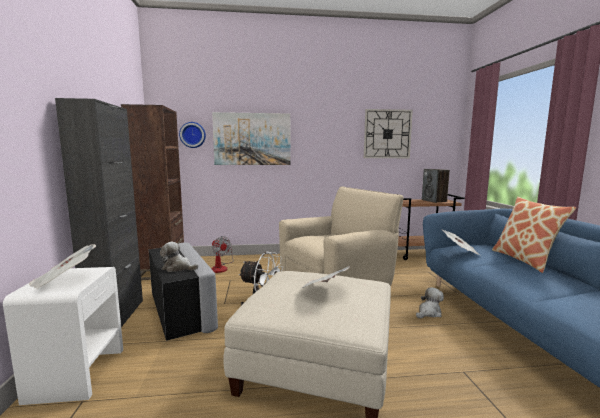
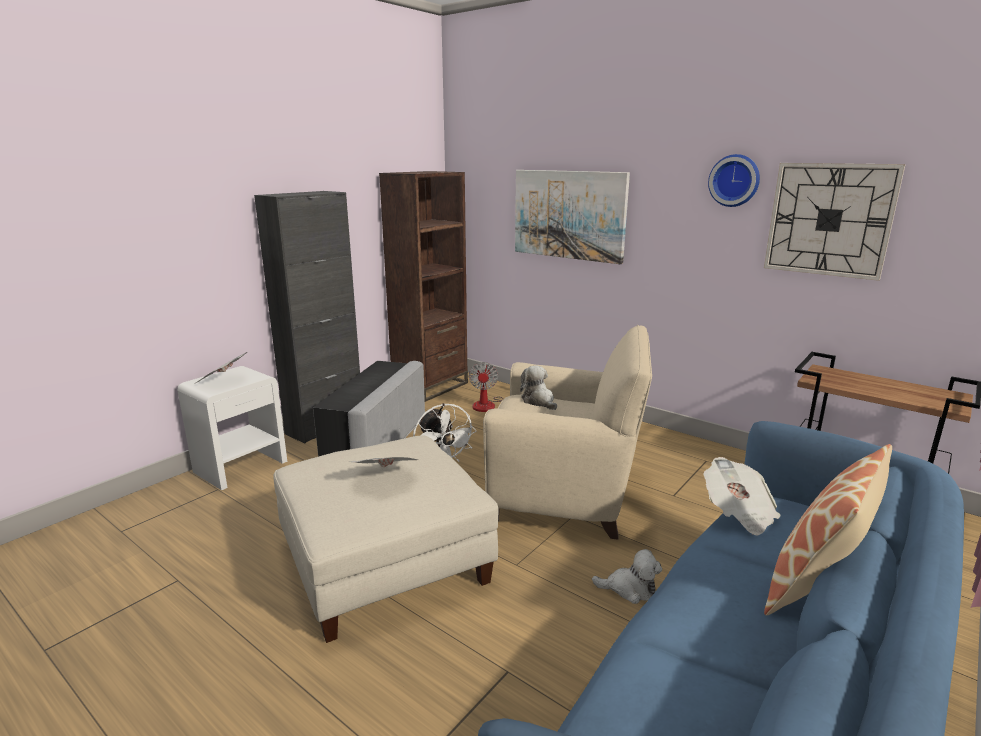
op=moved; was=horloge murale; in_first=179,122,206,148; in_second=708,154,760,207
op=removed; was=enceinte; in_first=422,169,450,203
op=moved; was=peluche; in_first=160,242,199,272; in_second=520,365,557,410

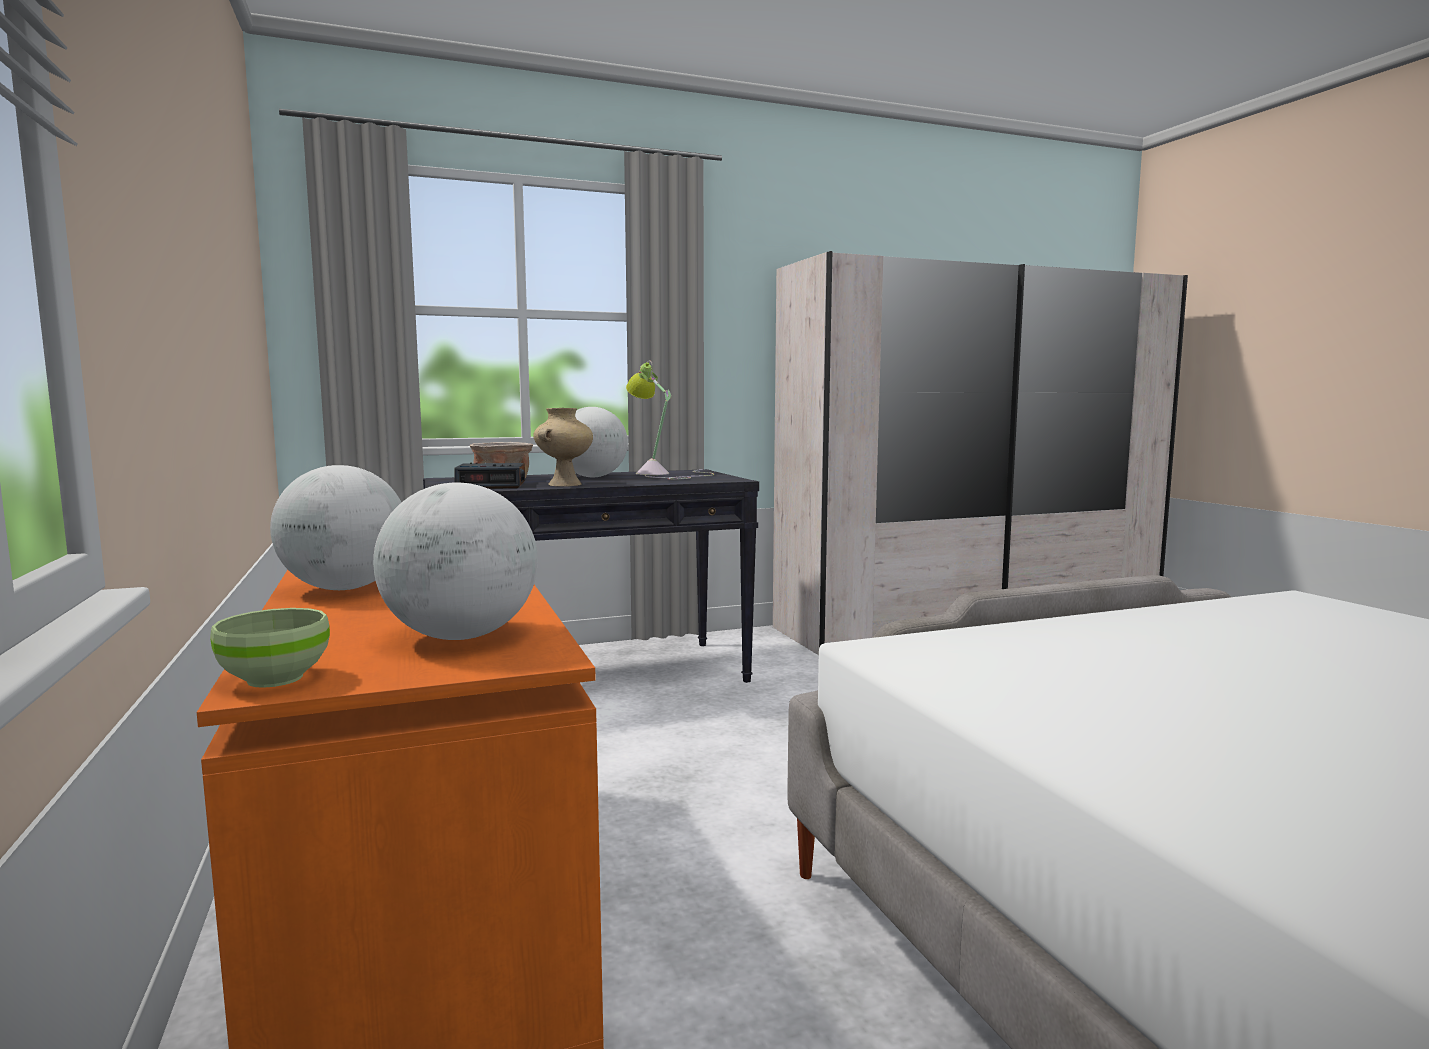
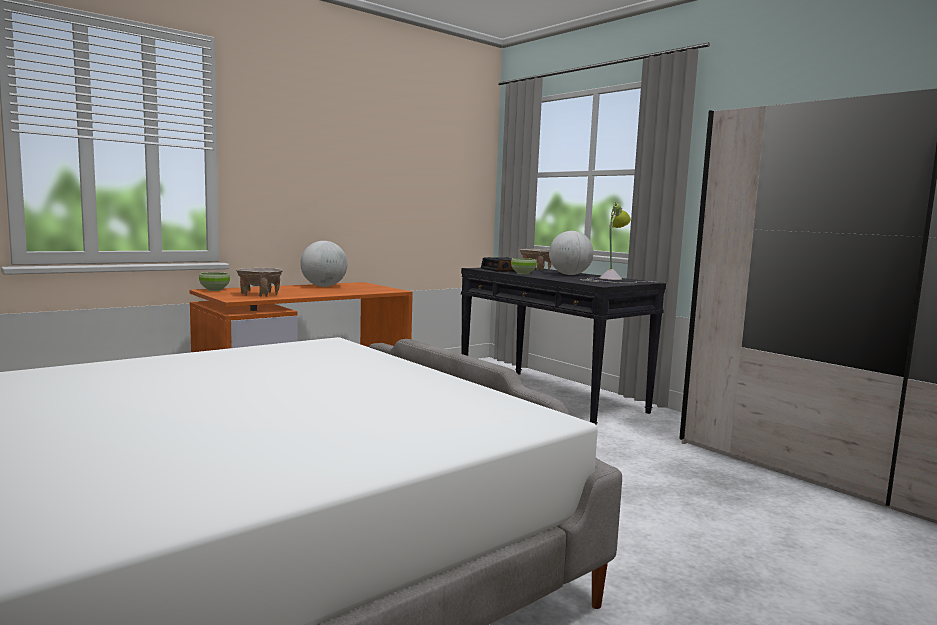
op=replaced; was=vase [beige]; now=bol [vert]; in_first=533,408,593,487; in_second=511,258,537,274
op=replaced; was=globe; now=bol [beige]; in_first=373,482,538,640; in_second=236,267,283,297

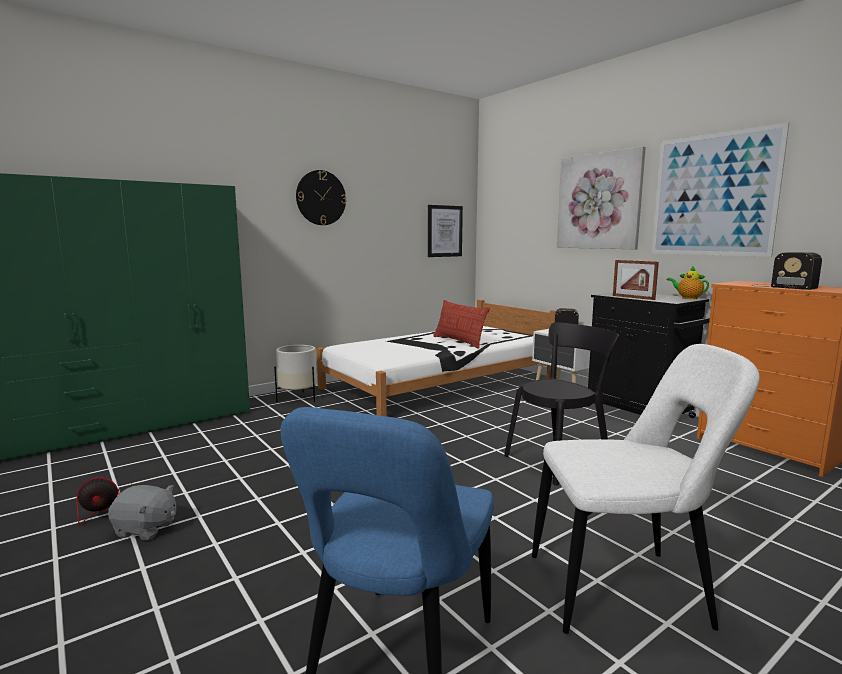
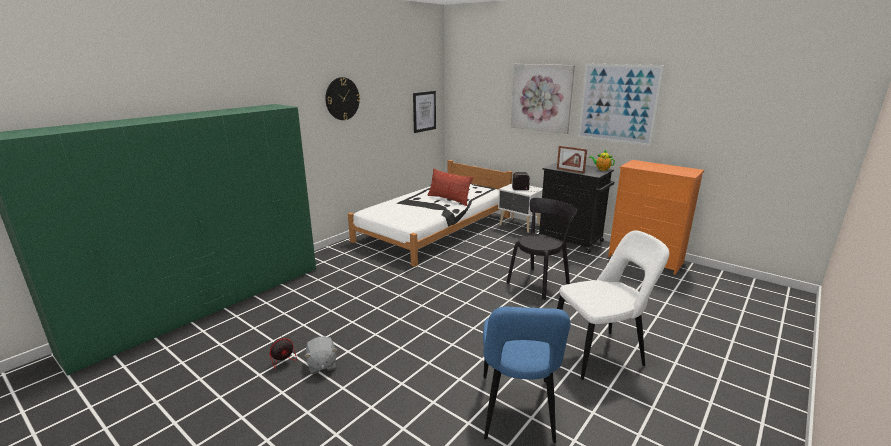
op=removed; was=radio; in_first=752,252,822,290
op=removed; was=cache-pot [blanc]; in_first=274,345,317,402
op=turned; was=peluche [gris]; in_first=108,485,176,540; in_second=304,336,338,374; clockwise=75

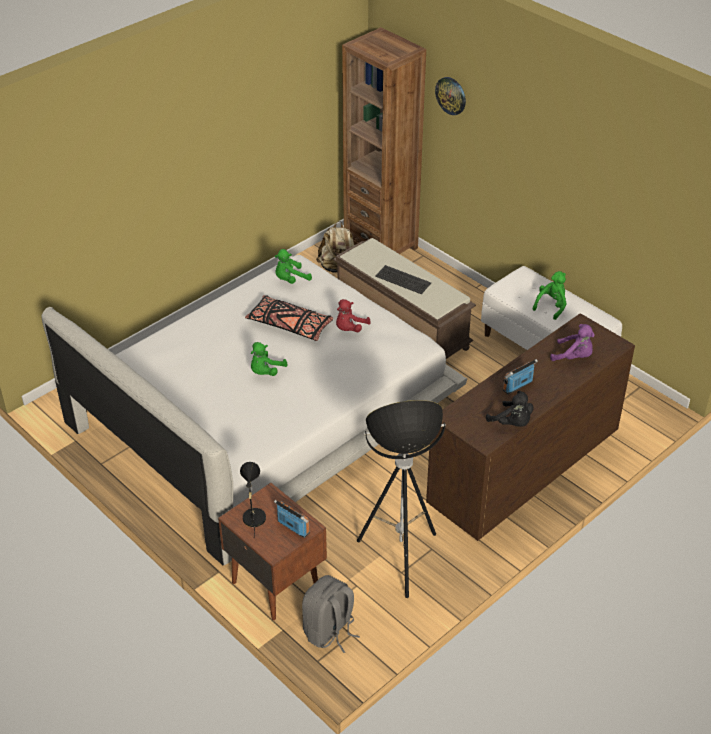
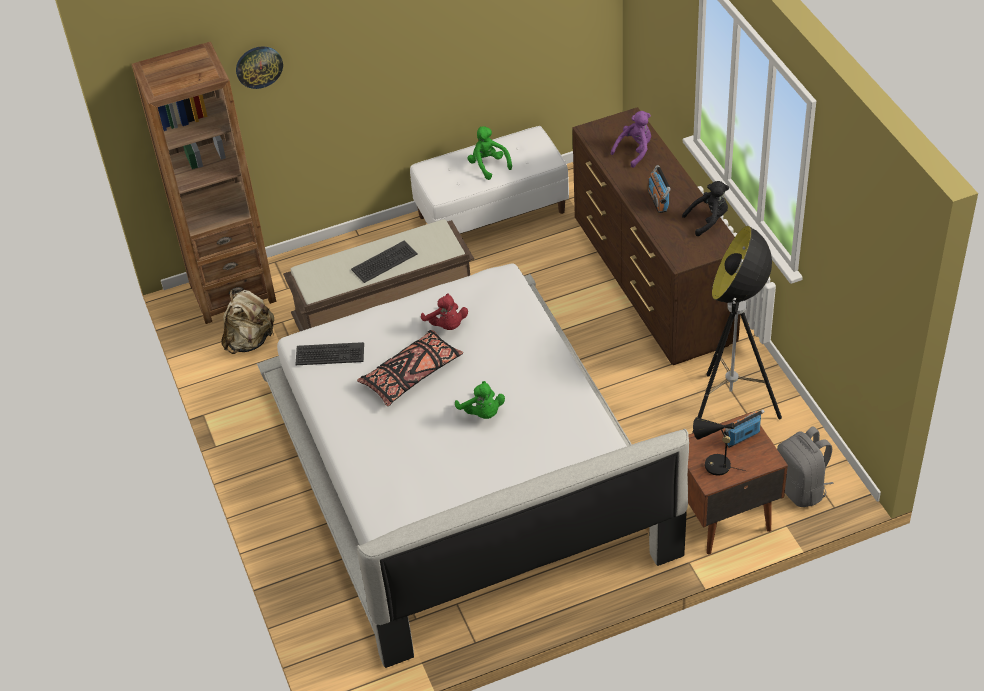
op=replaced; was=peluche [vert]; now=clavier; in_first=275,249,312,284; in_second=295,342,364,365

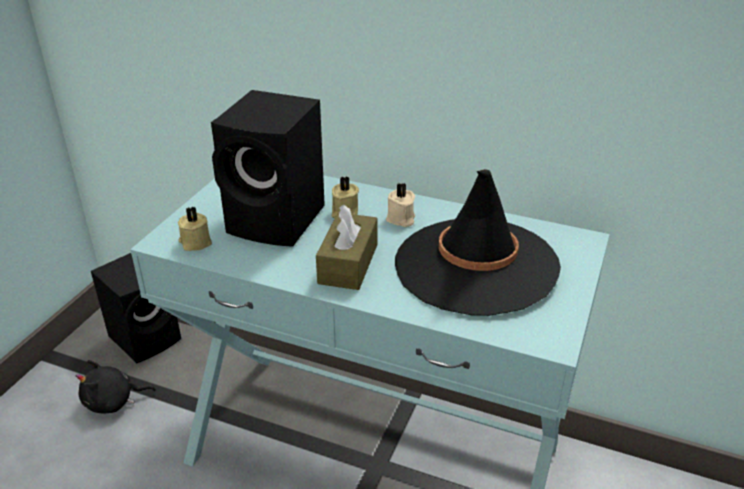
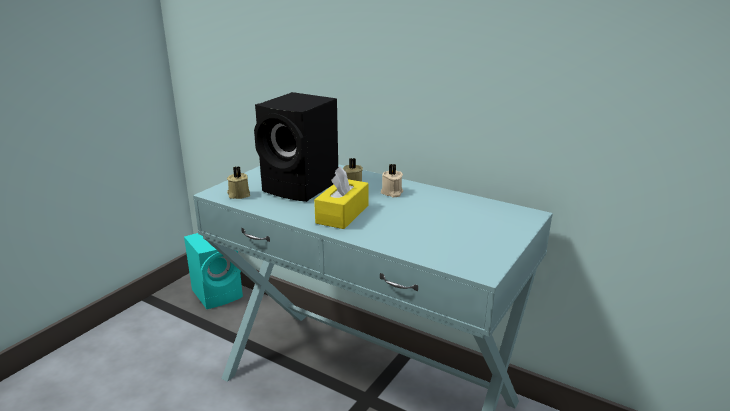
op=removed; was=chapeau [noir]; in_first=395,169,561,316
op=recoloured; was=boîte à mouchoirs [marron]; now=boîte à mouchoirs [jaune]; in_first=316,205,378,290; in_second=314,167,369,229
op=recoloured; was=enceinte [noir]; now=enceinte [turquoise]; in_first=91,253,181,364; in_second=184,233,243,309
op=removed; was=peluche [noir]; in_first=76,360,156,414

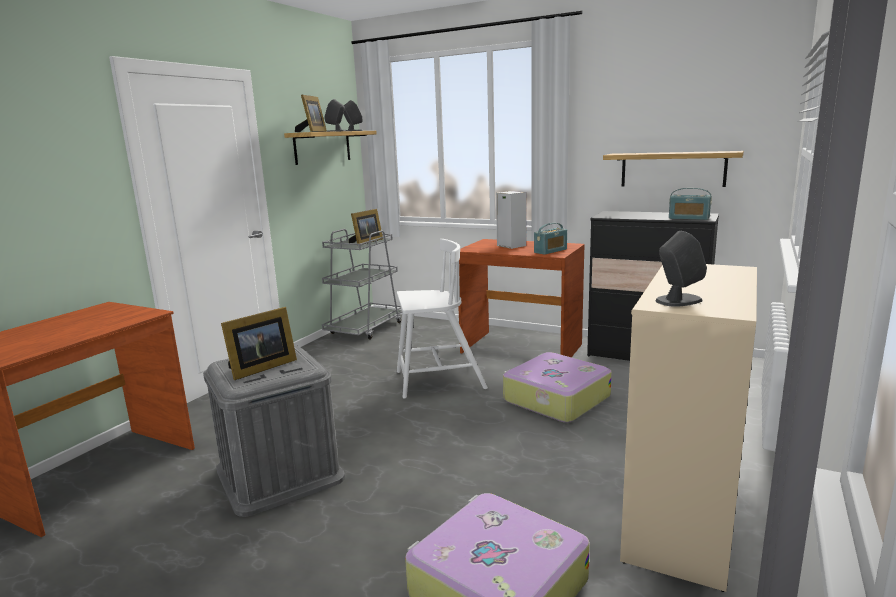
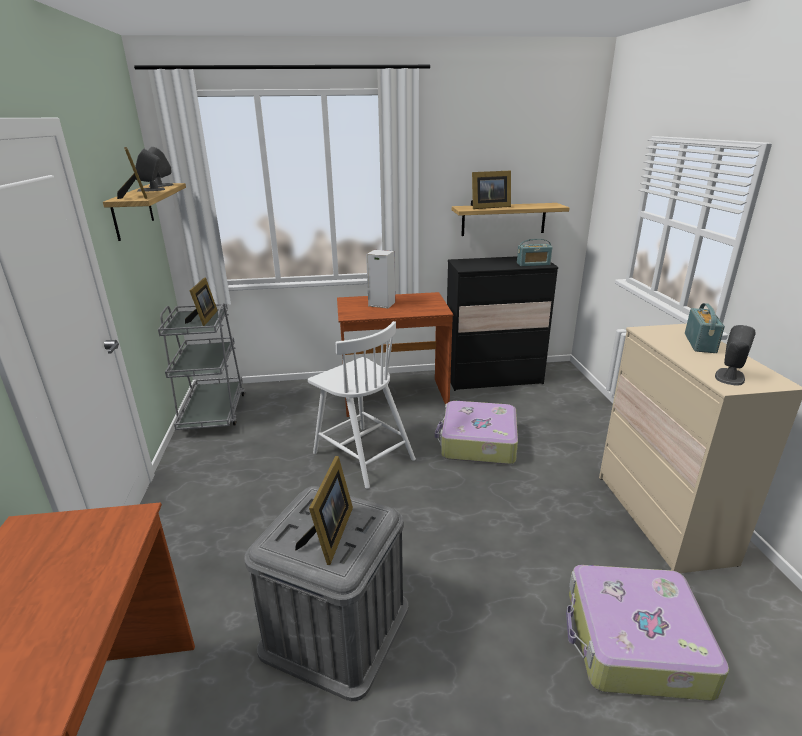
op=moved; was=radio; in_first=534,223,567,255; in_second=685,303,725,353
op=turned; was=chaise [blanc]; in_first=397,239,488,399; in_second=308,321,416,489; clockwise=90
op=added; now=cadre photo; in_second=471,170,511,209

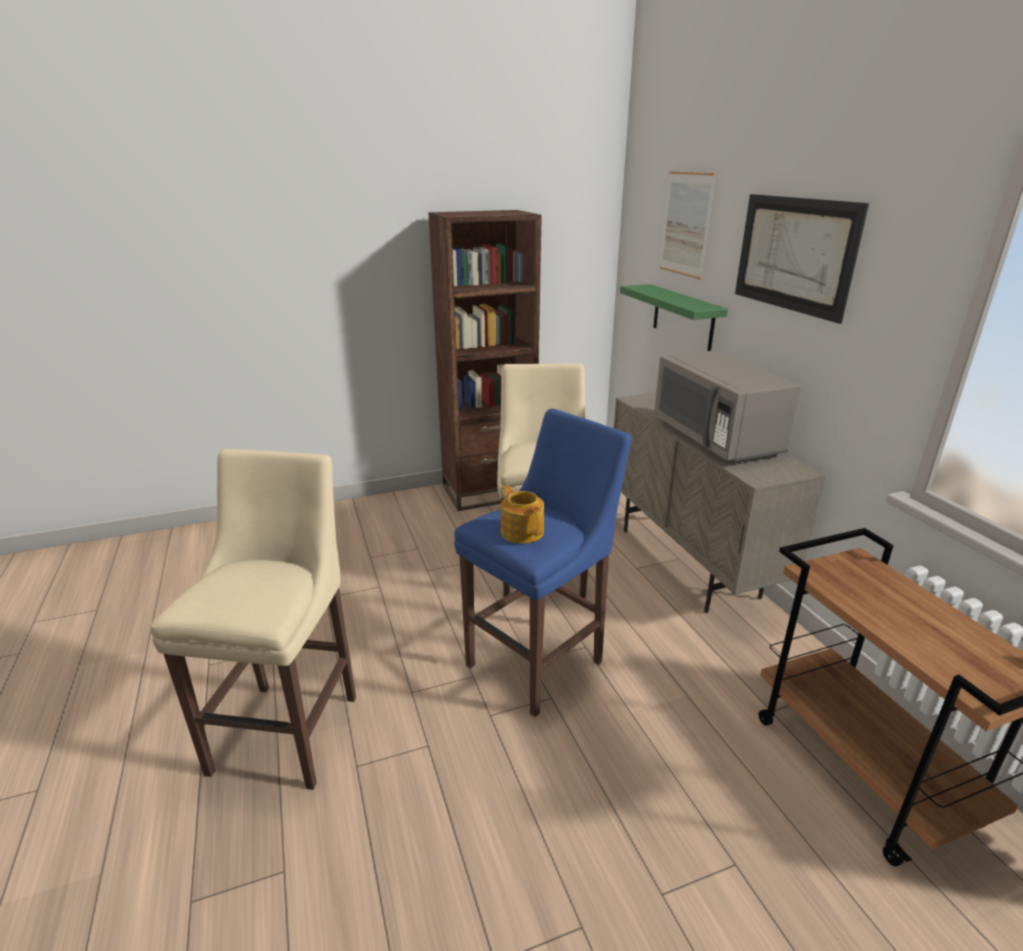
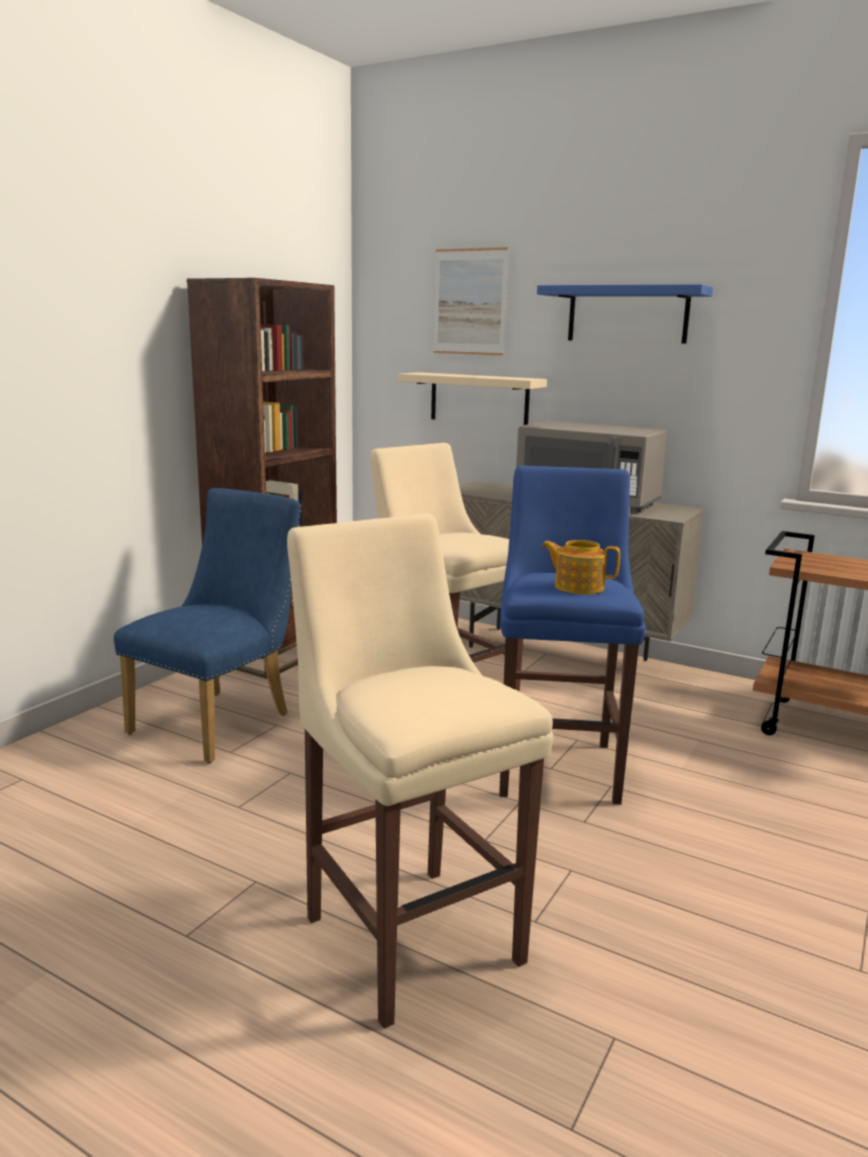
op=replaced; was=tableau; now=étagère [bleu]; in_first=735,194,869,324; in_second=537,284,713,344
op=recoloured; was=étagère [vert]; now=étagère [beige]; in_first=620,284,728,351; in_second=398,372,547,425
op=added; now=chaise [bleu]; in_second=114,488,301,763

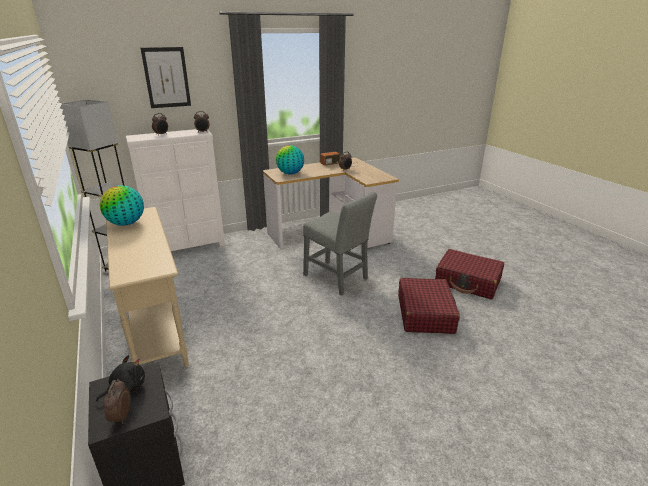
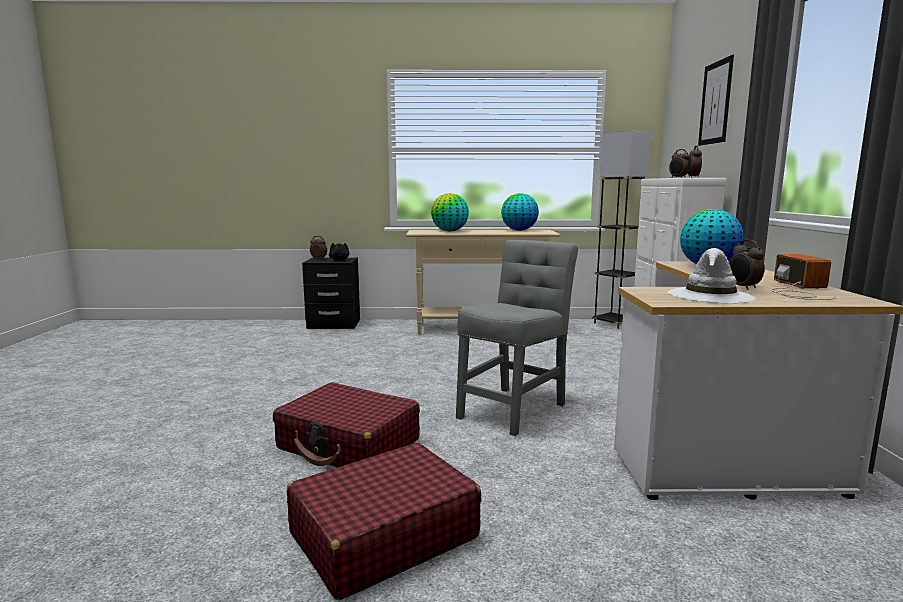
op=turned; was=chaise [gris]; in_first=303,192,377,295; in_second=456,239,578,436; clockwise=150
op=added; now=globe; in_second=431,193,469,231
op=added; now=chapeau [blanc]; in_second=668,248,756,304

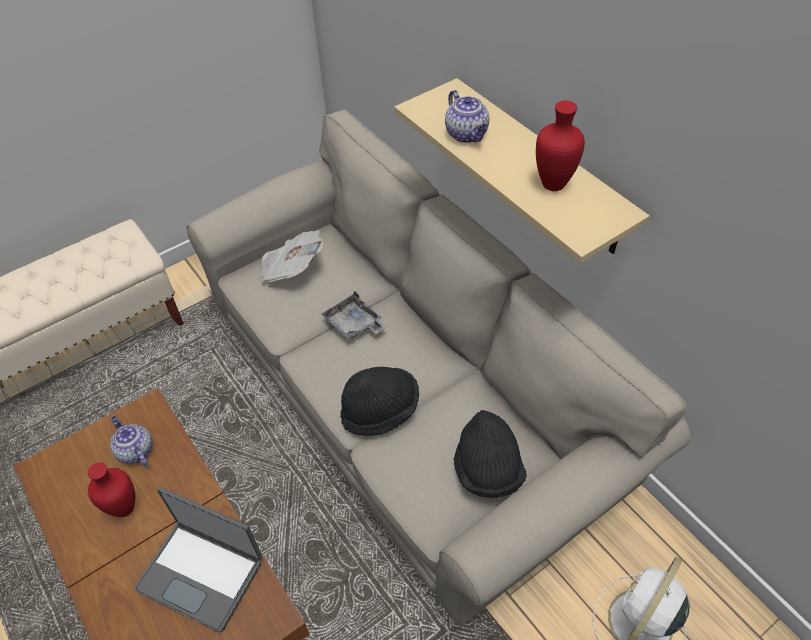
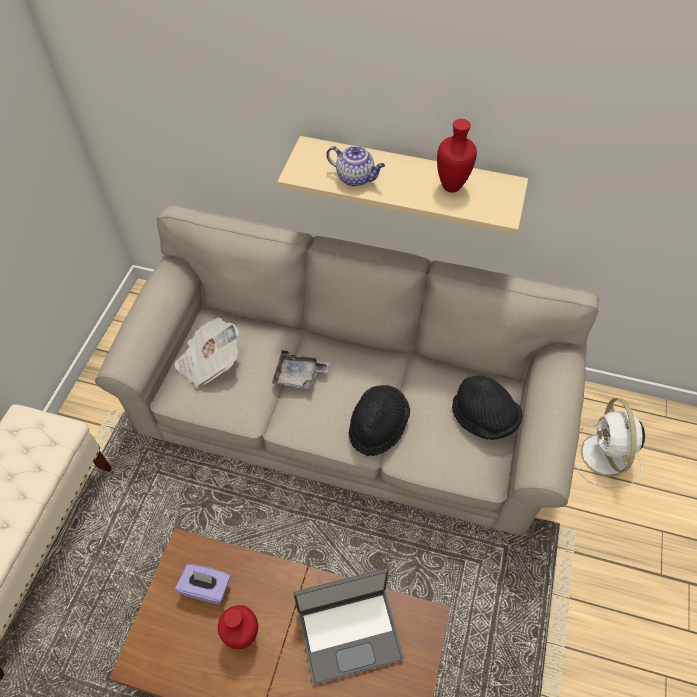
op=replaced; was=théière; now=boîte à mouchoirs [violet]; in_first=110,416,152,466; in_second=175,564,231,605

